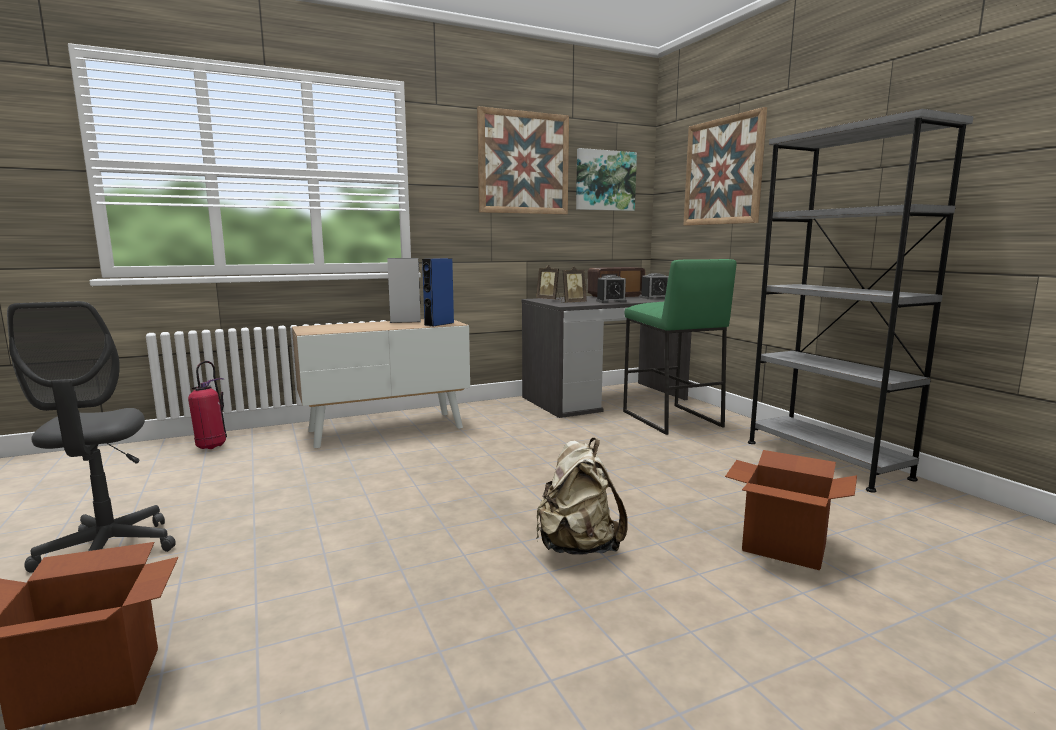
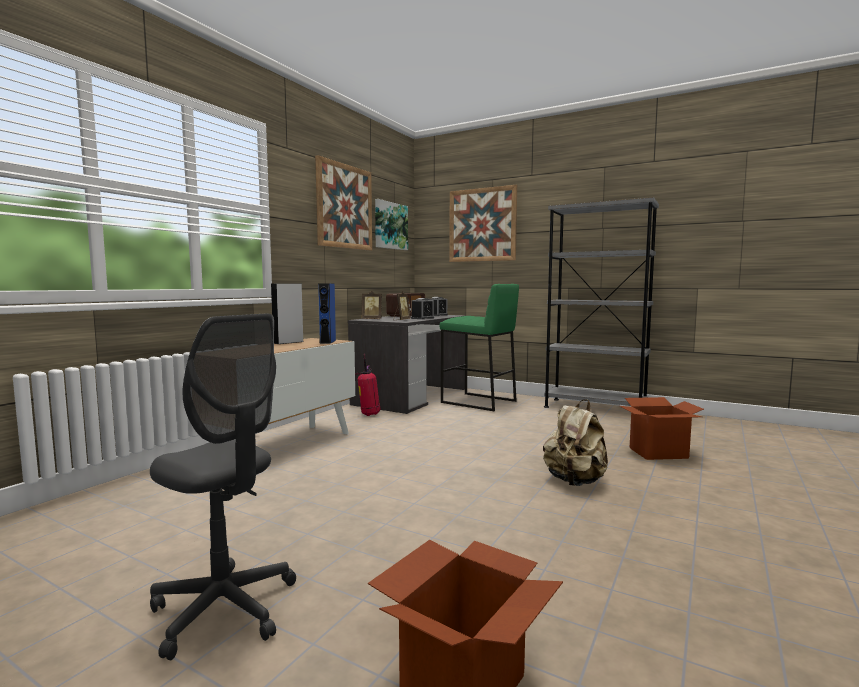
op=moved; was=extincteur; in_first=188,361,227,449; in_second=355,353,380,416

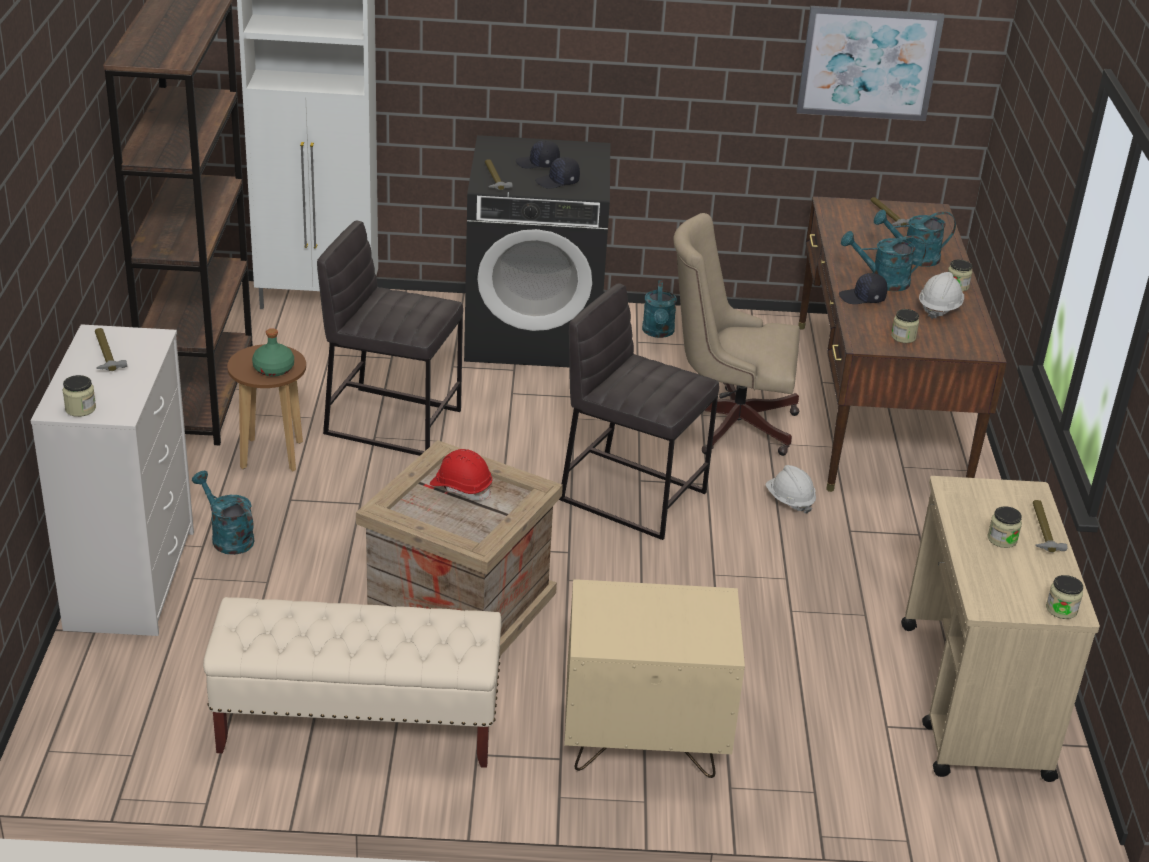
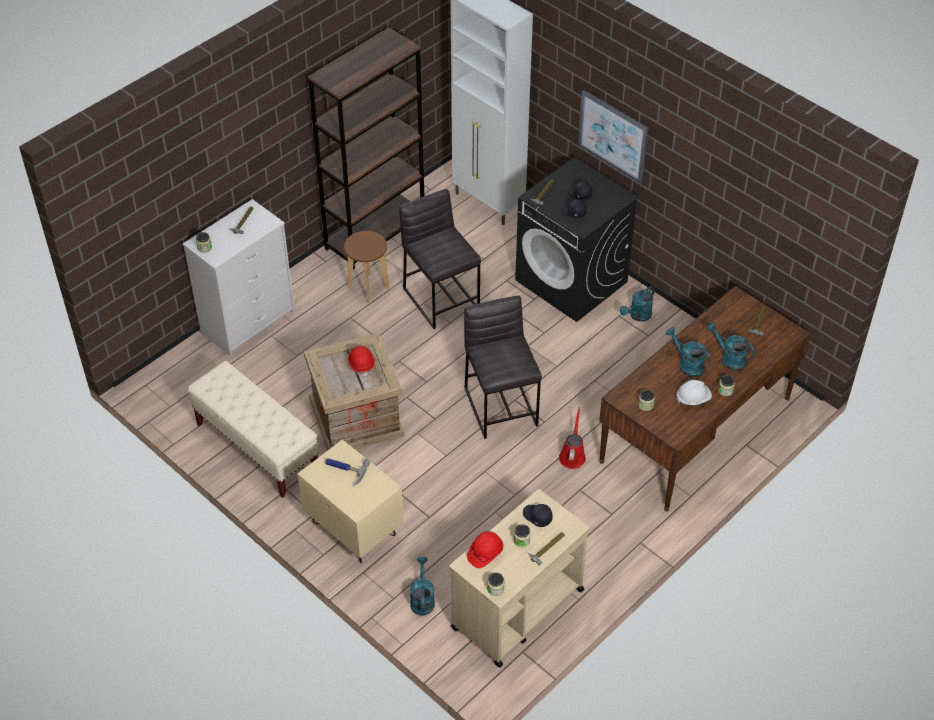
op=moved; was=tableau; in_first=796,6,945,121; in_second=578,90,648,184
op=removed; was=chaise de bureau [beige]; in_first=673,213,800,456
op=moved; was=casquette [noir]; in_first=839,273,887,304; in_second=523,504,553,527
op=removed; was=bouteille [vert]; in_first=252,328,294,377
op=replaced; was=casque de chantier [blanc]; now=arrosoir [rouge]; in_first=766,465,816,514; in_second=559,407,586,469
op=moved; was=arrosoir [turquoise]; in_first=192,471,254,555; in_second=410,557,435,616
op=added; now=marteau; in_second=325,458,371,486
op=added; now=casque de chantier [rouge]; in_second=467,531,504,568

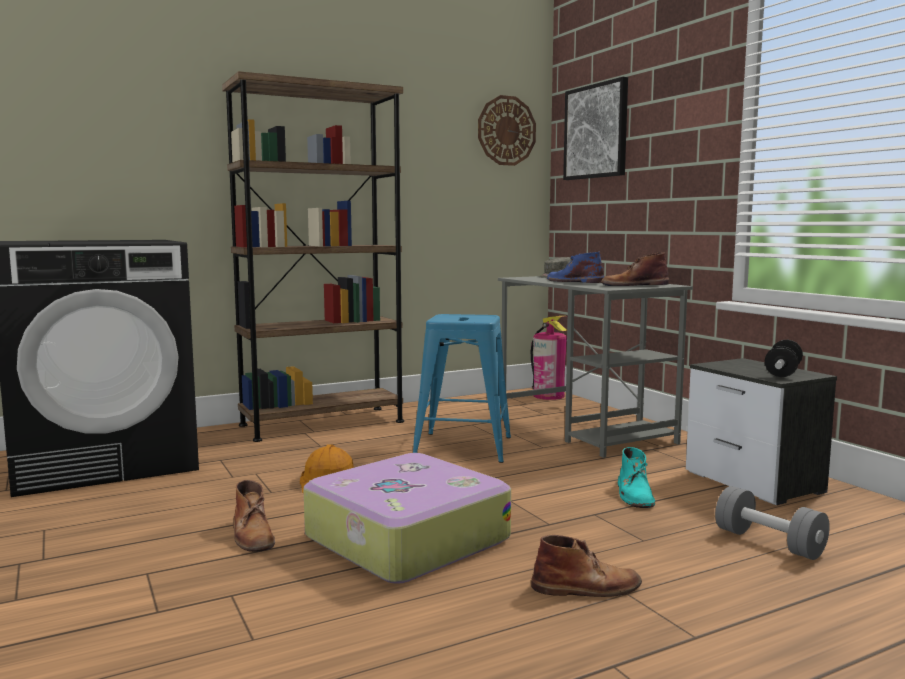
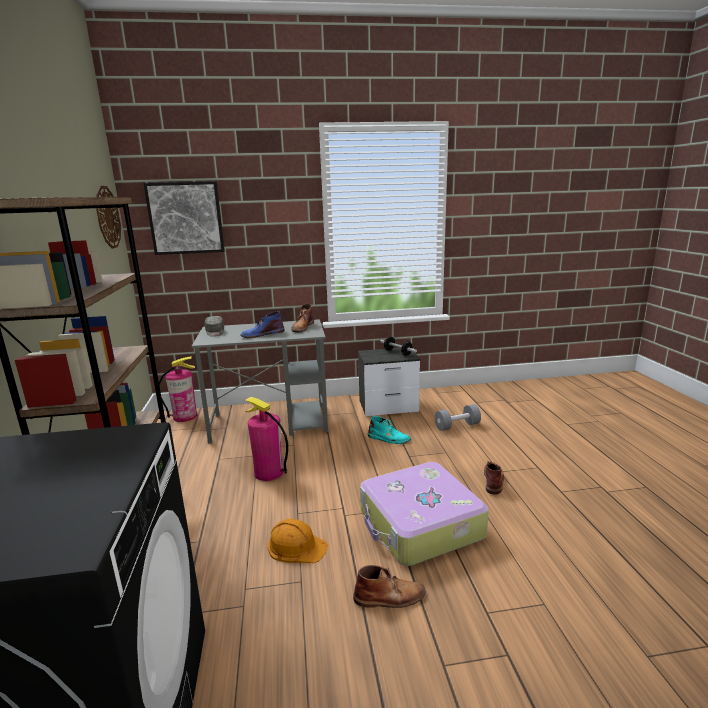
op=replaced; was=tabouret [bleu]; now=extincteur; in_first=413,314,511,463; in_second=245,397,288,481

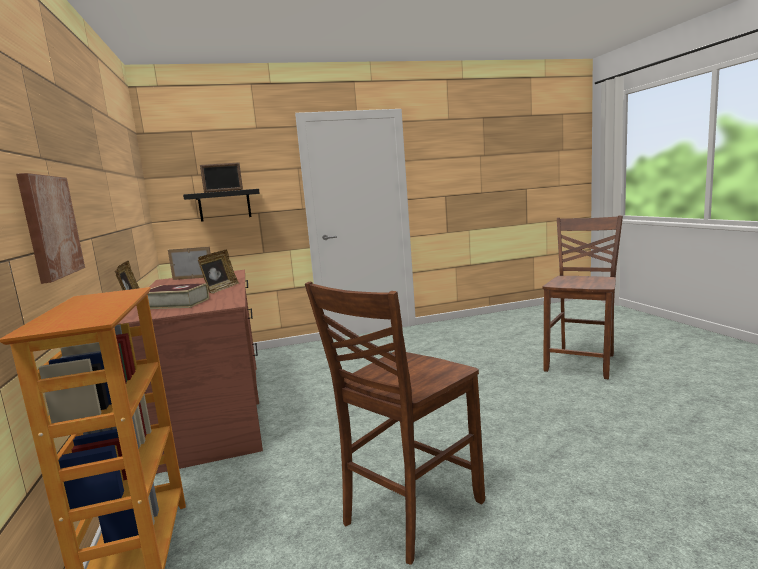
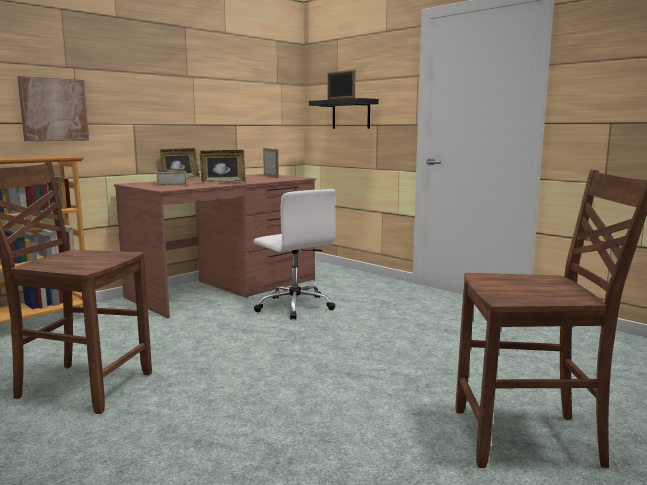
op=added; now=chaise de bureau [blanc]; in_second=253,189,336,320

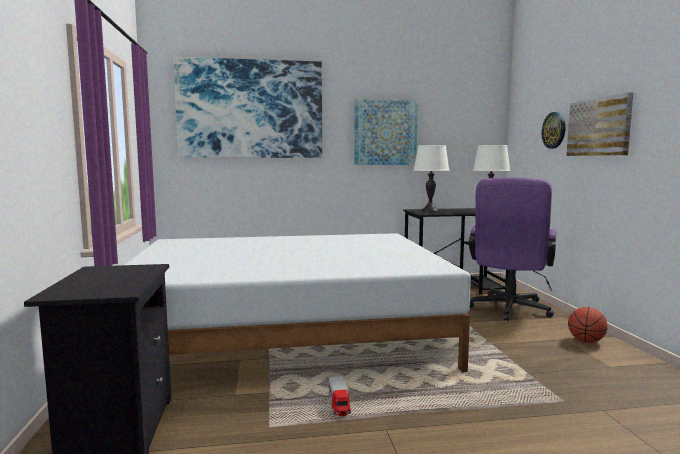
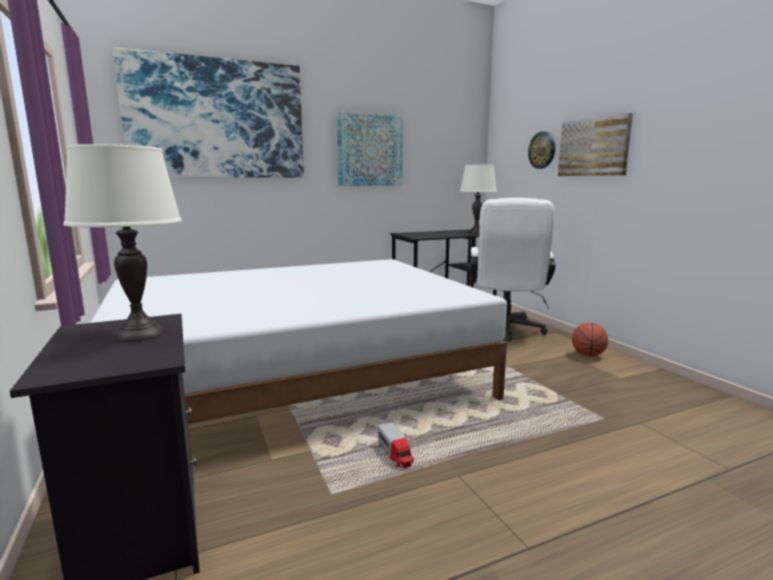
op=moved; was=lampe de table [blanc]; in_first=413,145,450,212; in_second=63,144,182,342
op=recoloured; was=chaise de bureau [violet]; now=chaise de bureau [blanc]; in_first=469,177,557,321; in_second=470,198,556,341

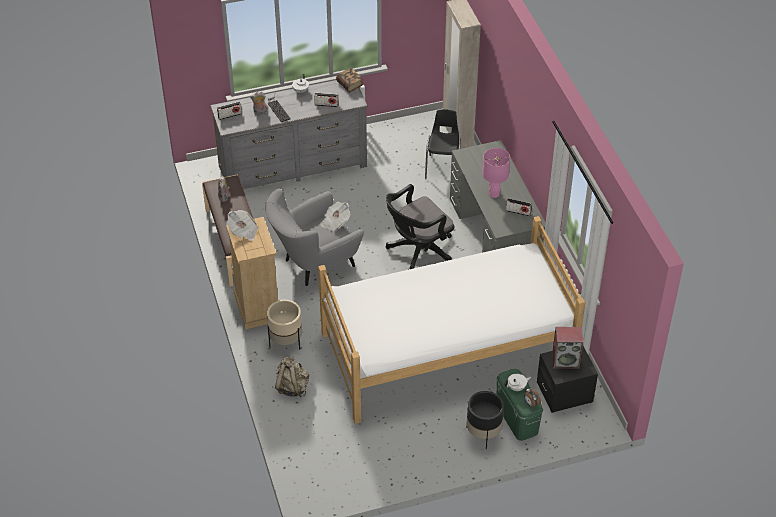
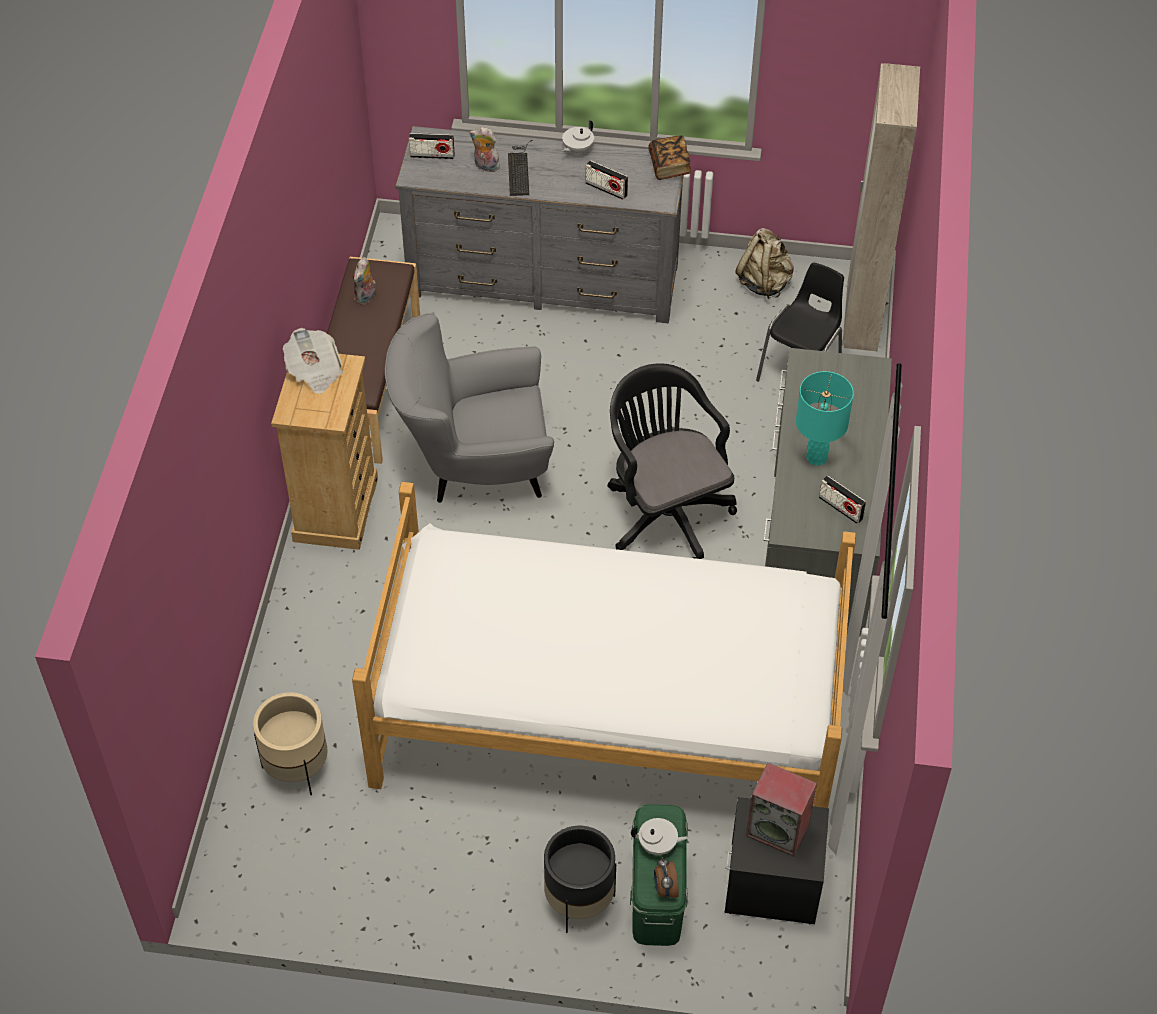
op=recoloured; was=lampe de table [rose]; now=lampe de table [turquoise]; in_first=482,148,510,198; in_second=796,371,854,465
op=turned; was=chaise de bureau [noir]; in_first=386,184,454,270; in_second=608,363,737,559; clockwise=75
op=removed; was=journal; in_first=320,202,350,232
op=moved; was=cache-pot [beige]; in_first=267,300,302,350; in_second=253,692,328,795
op=moved; was=sac à dos [beige]; in_first=275,357,309,398; in_second=735,228,794,299

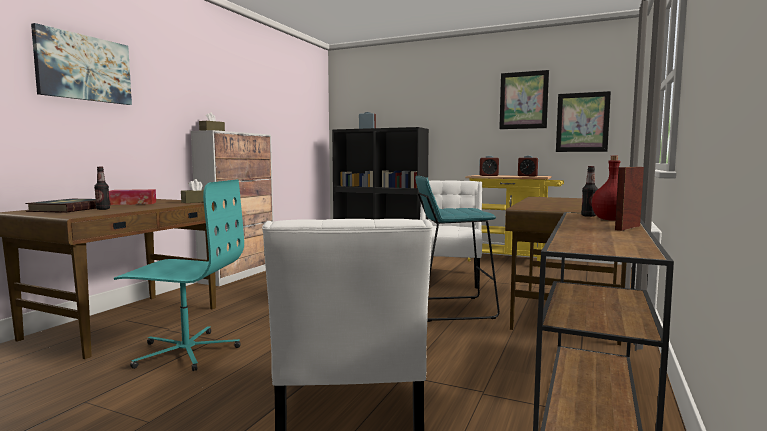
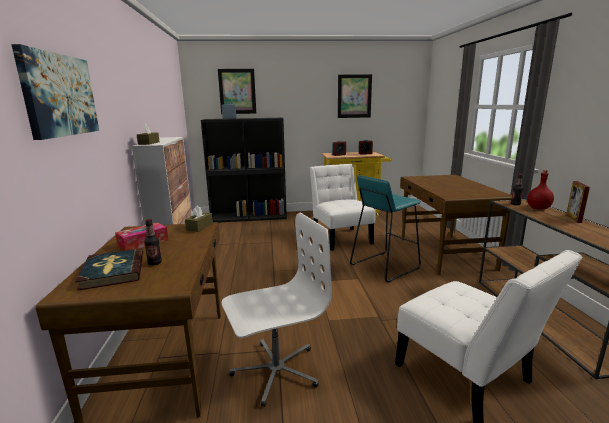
op=moved; was=tableau; in_first=556,91,611,152; in_second=218,69,256,114
op=recoloured; was=chaise de bureau [turquoise]; now=chaise de bureau [blanc]; in_first=114,179,244,371; in_second=222,213,332,407

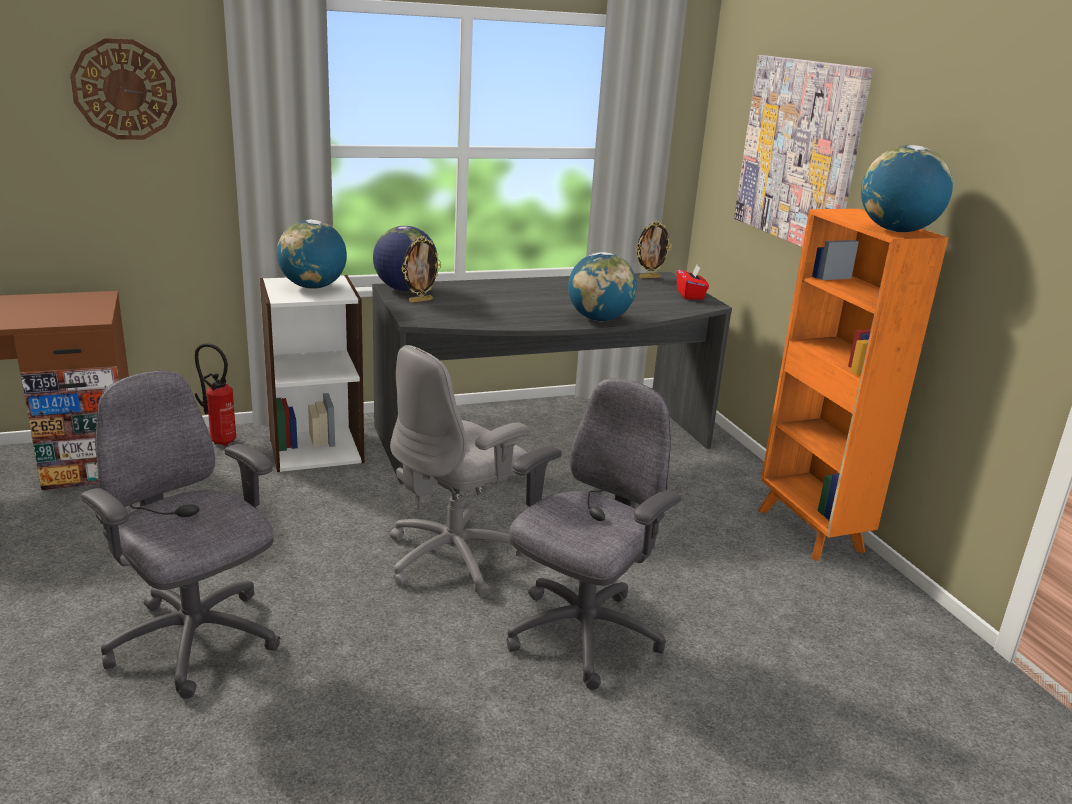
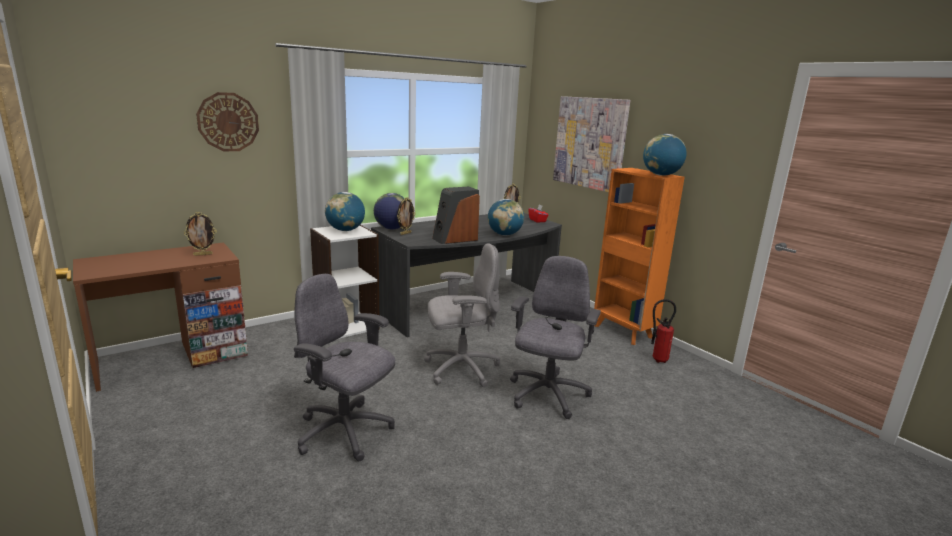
op=moved; was=extincteur; in_first=195,343,236,446; in_second=651,299,676,363
op=turned; was=chaise de bureau [gris]; in_first=390,345,530,597; in_second=424,243,500,387; clockwise=-135
op=added; now=enceinte; in_second=432,187,480,244
op=added; now=cadre photo; in_second=184,212,217,256

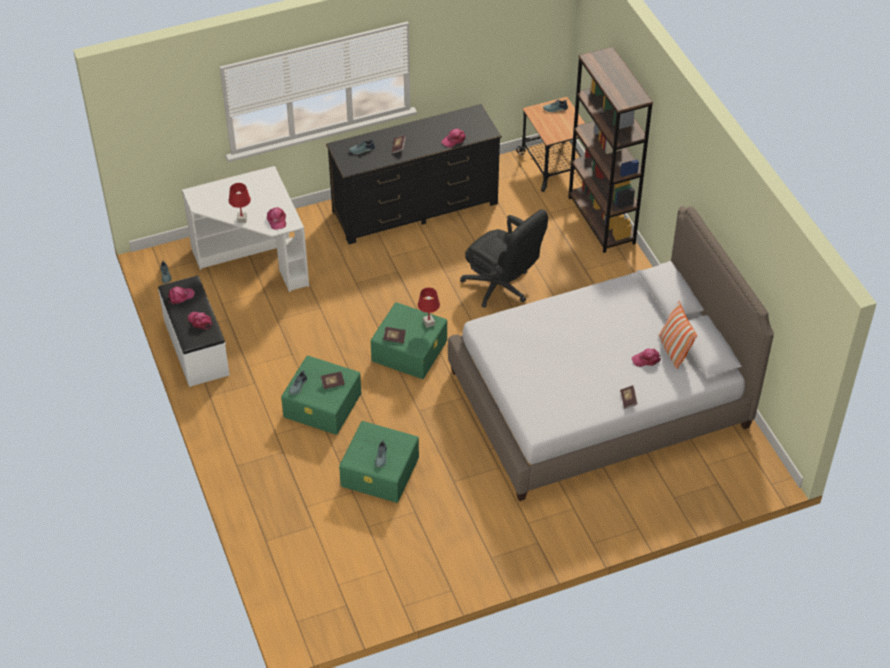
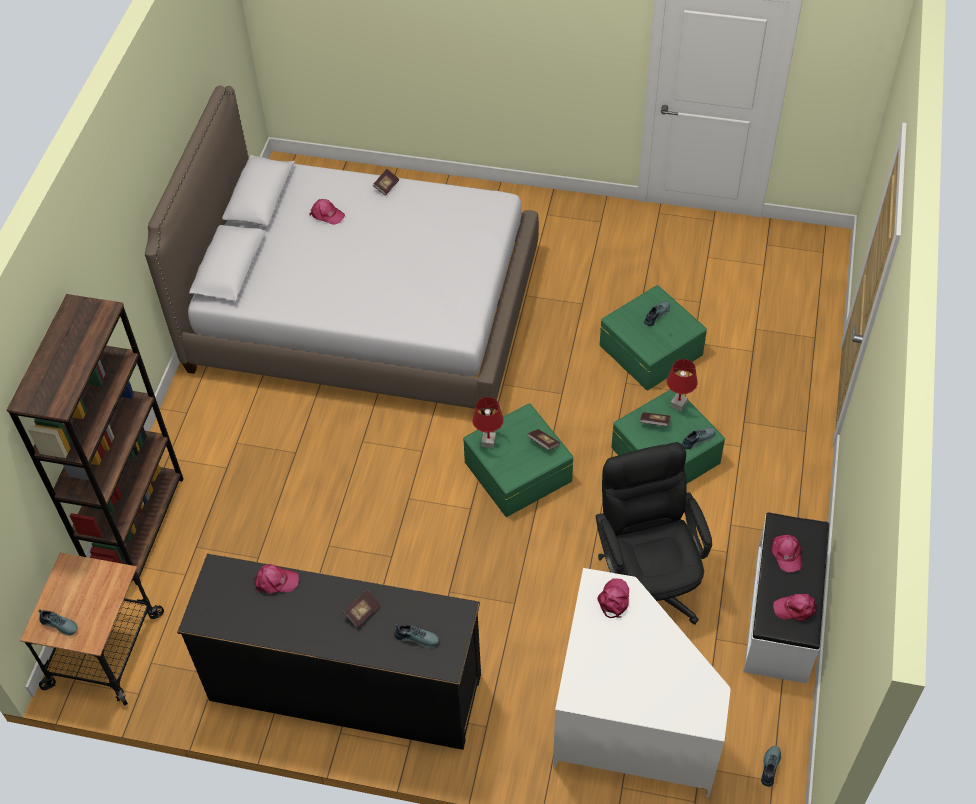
op=moved; was=lampe de table [rouge]; in_first=229,183,251,223; in_second=667,359,698,411
op=moved; was=chaise de bureau [noir]; in_first=460,209,548,308; in_second=596,442,712,624
op=removed; was=coussin; in_first=659,301,697,369

